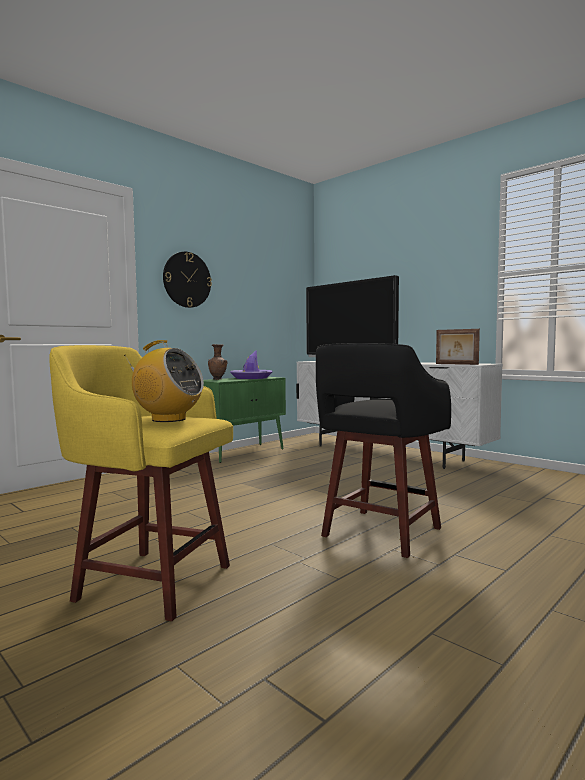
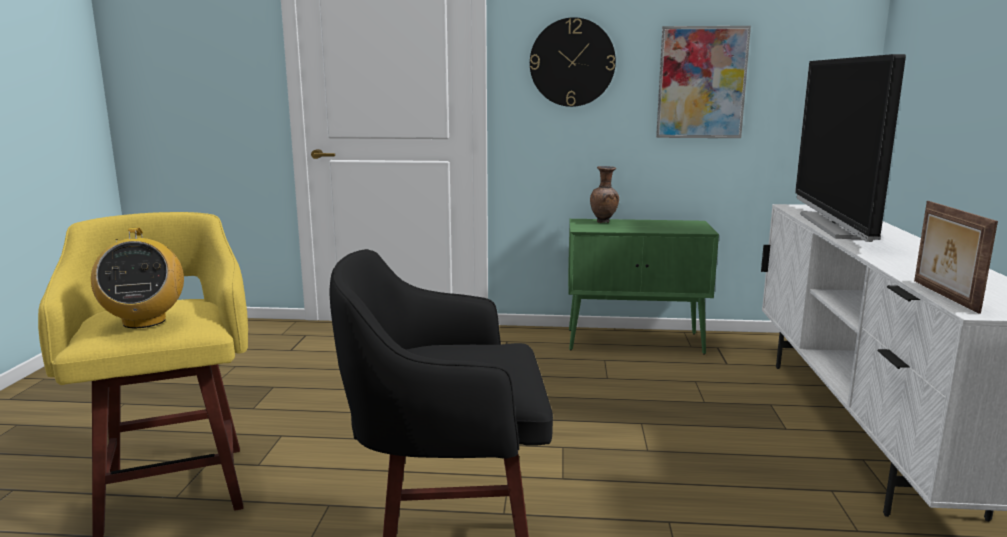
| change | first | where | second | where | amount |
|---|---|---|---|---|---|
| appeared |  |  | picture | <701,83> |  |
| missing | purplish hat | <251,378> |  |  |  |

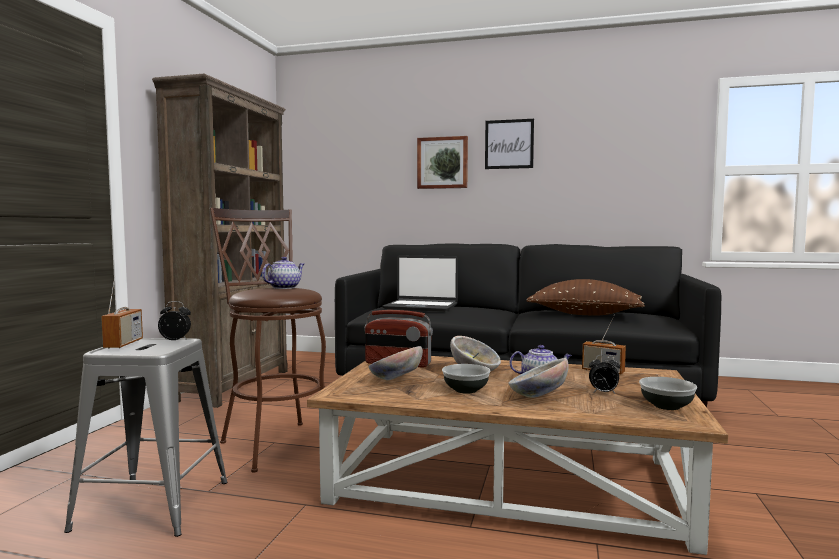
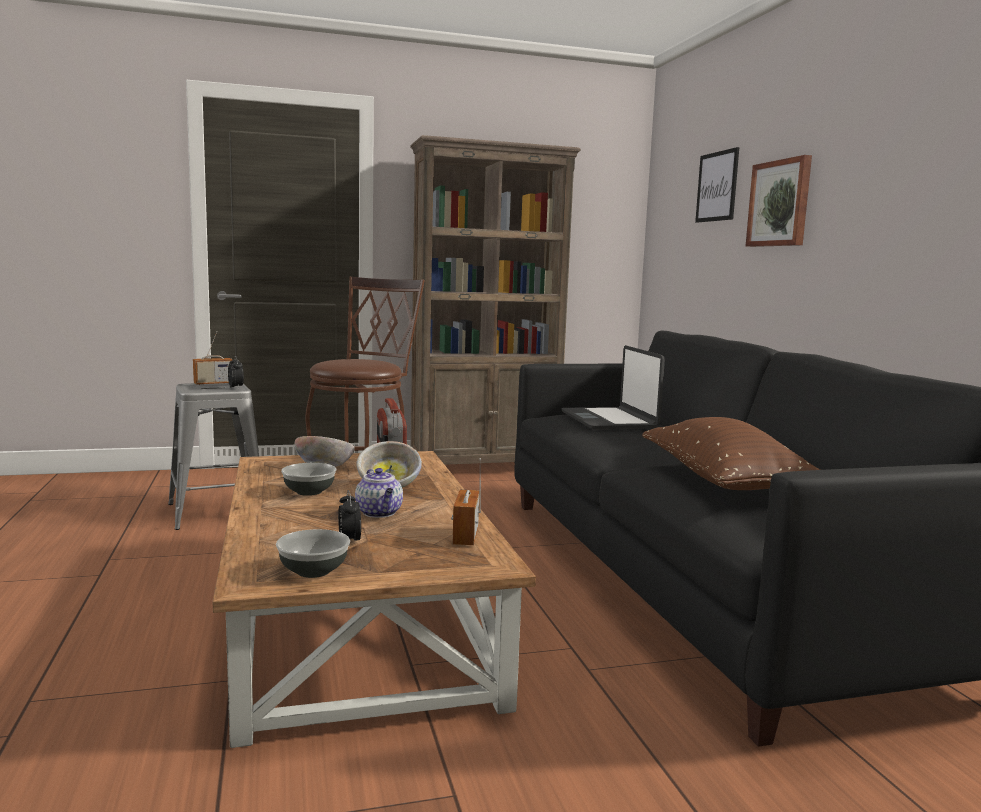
| change | first | where | second | where | amount |
|---|---|---|---|---|---|
| relocated | picture | <509,144> |  | <717,186> |  |
| missing | teapot | <284,287> |  |  |  |
| missing | bowl | <537,397> |  |  |  |

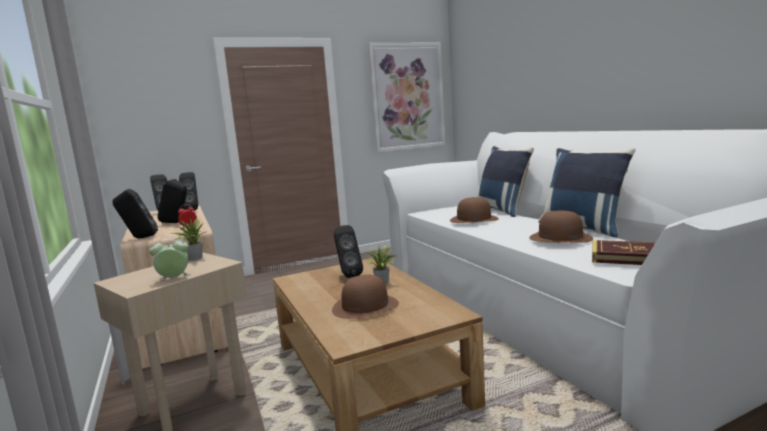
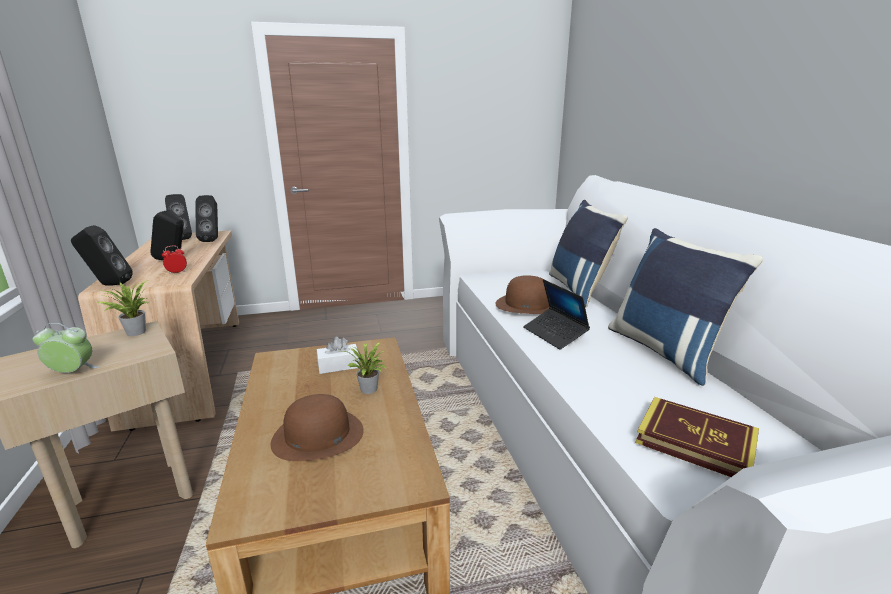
| change | first | where | second | where | amount |
|---|---|---|---|---|---|
| exchanged | black-coloured audio speaker | <347,275> | white-coloured tissue holder | <338,366> |  |
| appeared |  |  | notebook computer | <554,334> |  |
| missing | picture | <407,97> |  |  |  |
| missing | brown-coloured hat | <560,238> |  |  |  |

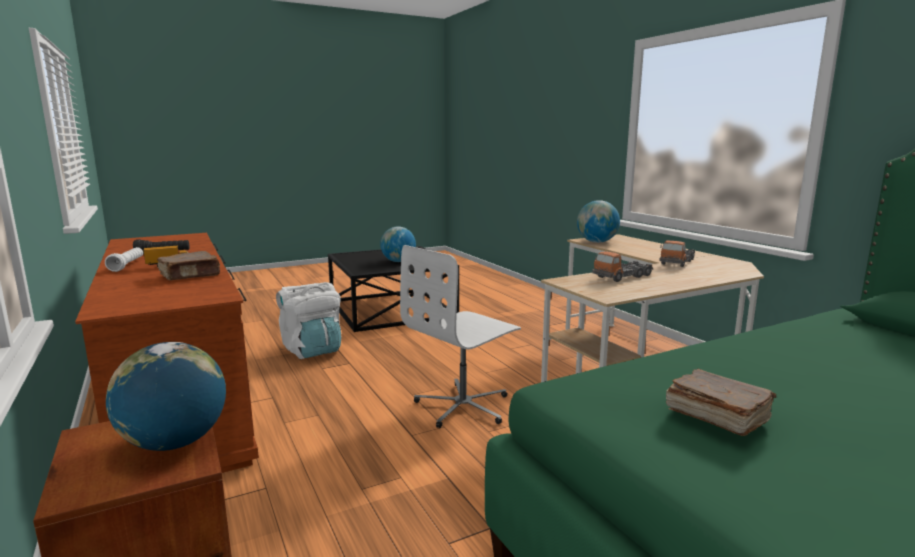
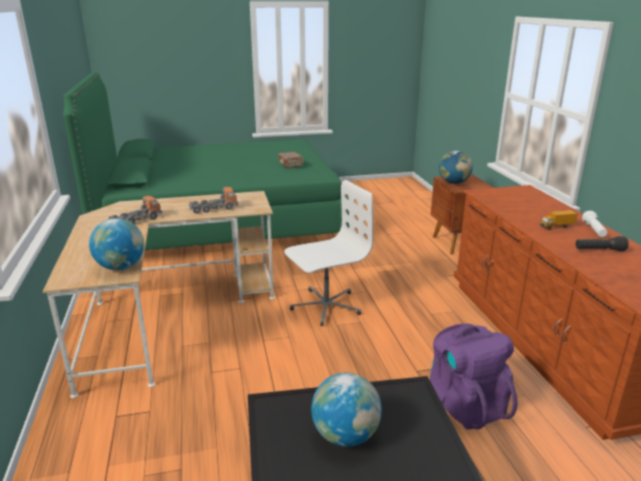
| change | first | where | second | where | amount |
|---|---|---|---|---|---|
| colour | white-coloured knapsack | <312,350> | purplish knapsack | <465,403> |  |
| missing | brown-coloured book | <191,275> |  |  |  |

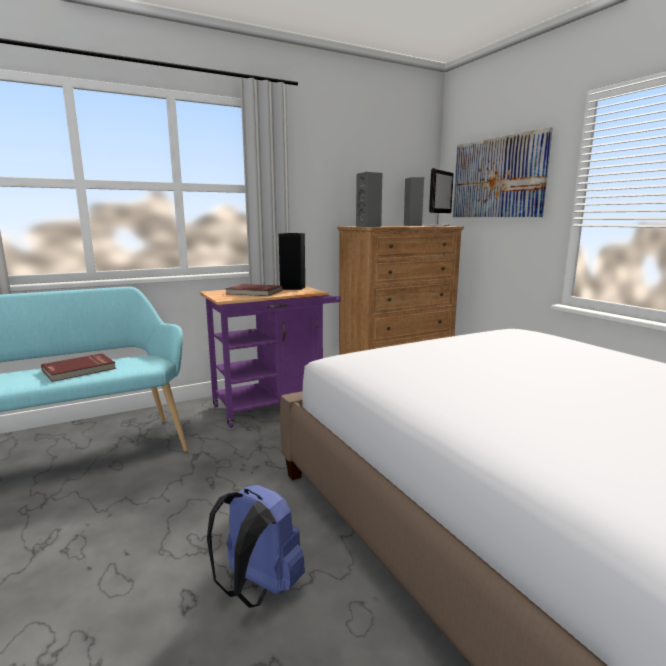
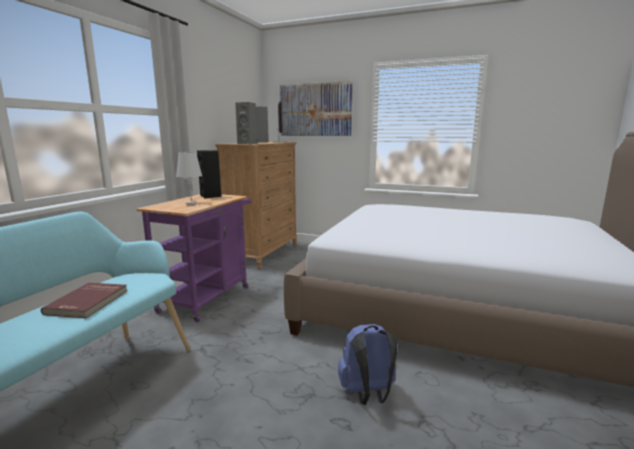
| change | first | where | second | where | amount |
|---|---|---|---|---|---|
| exchanged | red-coloured book | <254,292> | white-coloured table lamp | <191,203> |  |

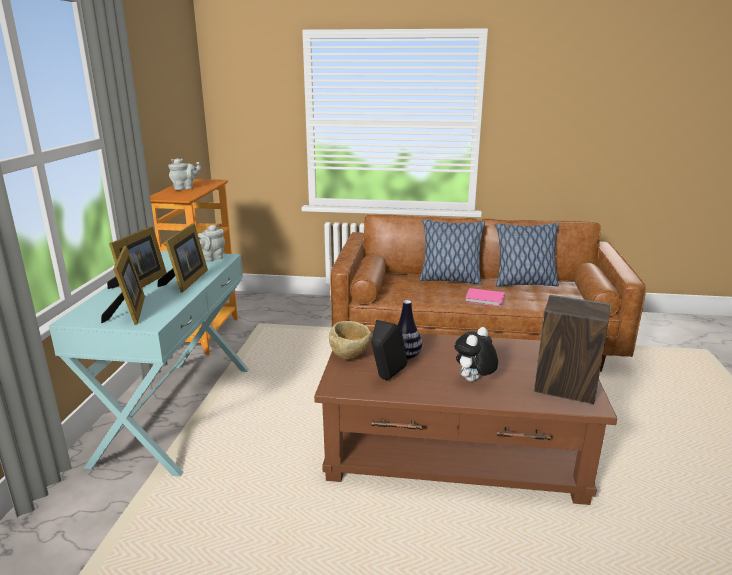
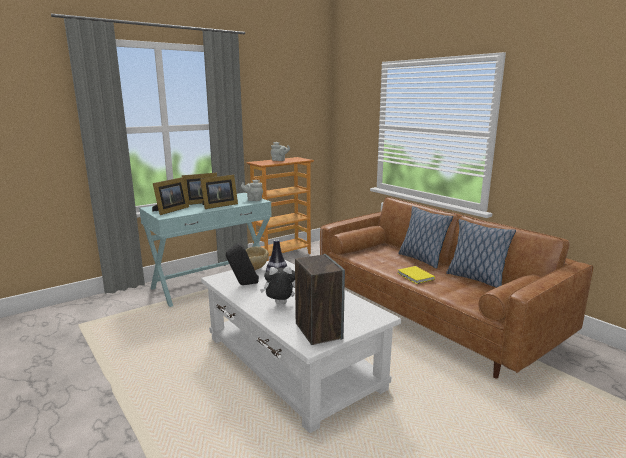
| change | first | where | second | where | amount |
|---|---|---|---|---|---|
| colour | brown-coloured lounge table | <454,452> | white-coloured lounge table | <292,363> |  |
| colour | pink-coloured book | <485,299> | yellow-coloured book | <415,276> |  |

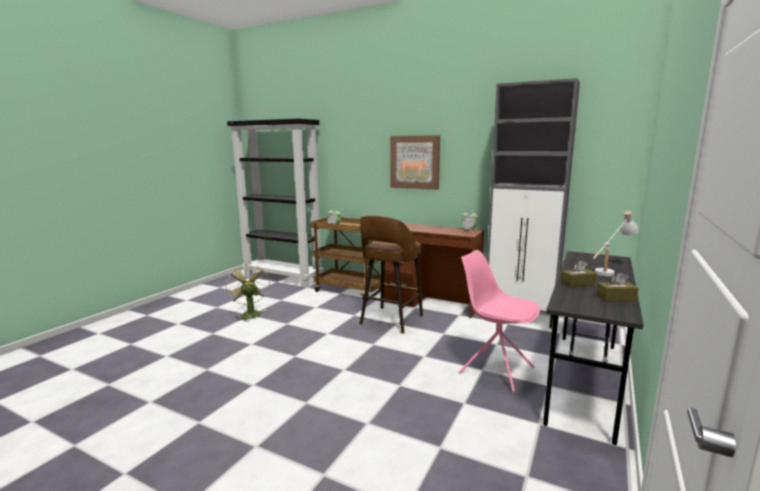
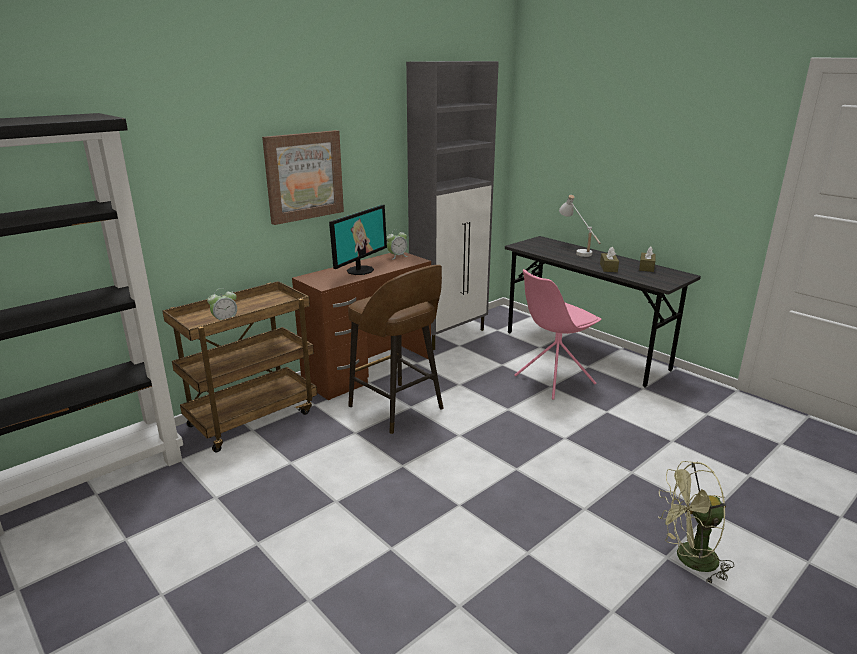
| change | first | where | second | where | amount |
|---|---|---|---|---|---|
| appeared |  |  | computer display | <360,270> |  |
| relocated | green electric fan | <249,313> |  | <688,559> |  |

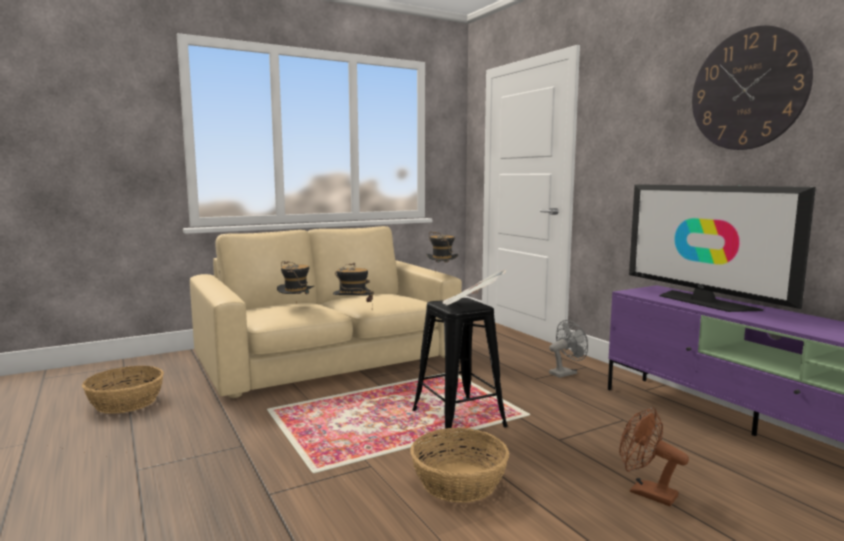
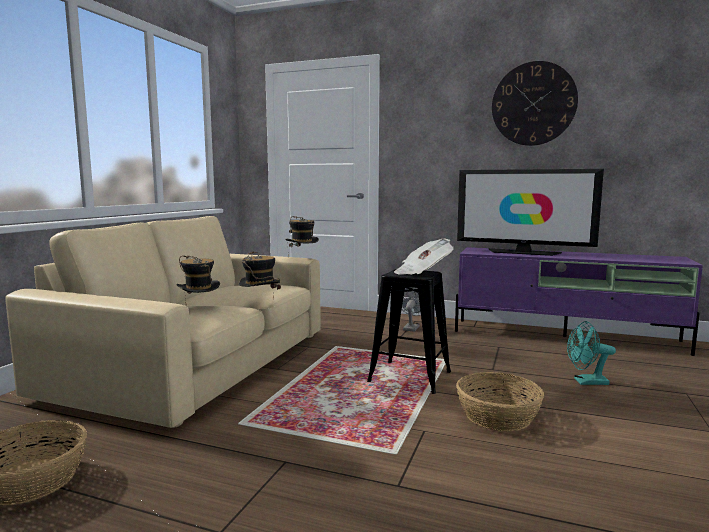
| change | first | where | second | where | amount |
|---|---|---|---|---|---|
| colour | brown-coloured electric fan | <645,492> | turquoise electric fan | <586,382> |  |

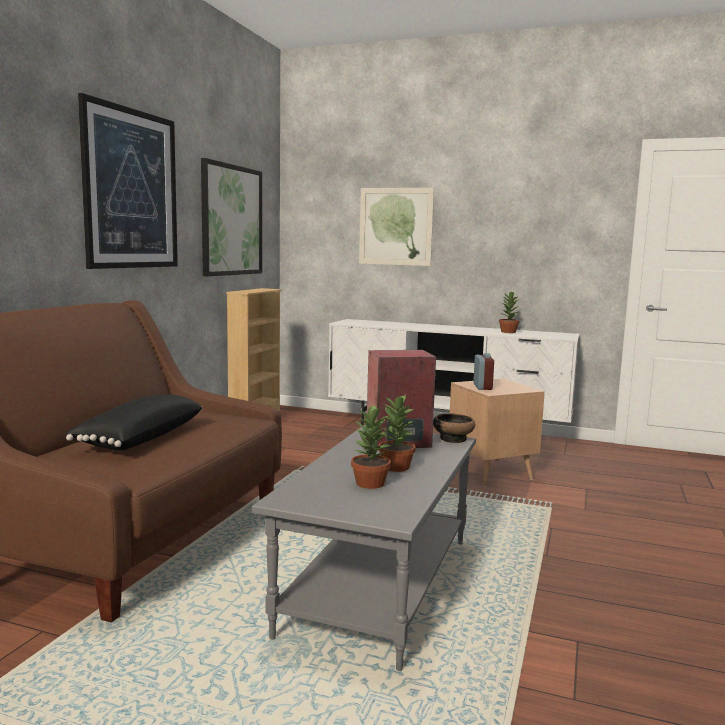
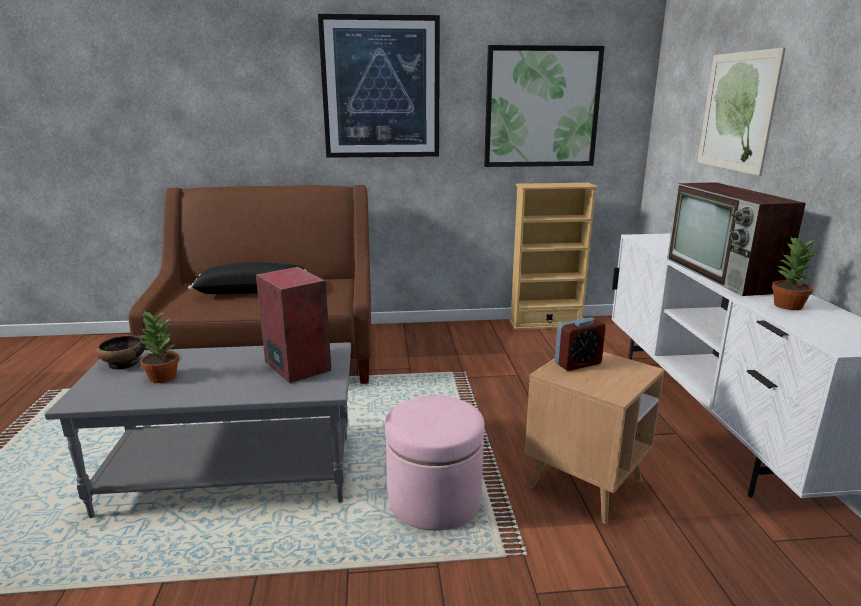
| change | first | where | second | where | amount |
|---|---|---|---|---|---|
| relocated | bowl | <453,439> |  | <124,363> |  |
| appeared |  |  | pink-coloured footrest | <434,499> |  |
| appeared |  |  | television | <723,275> |  |
| missing | potted plant | <395,467> |  |  |  |

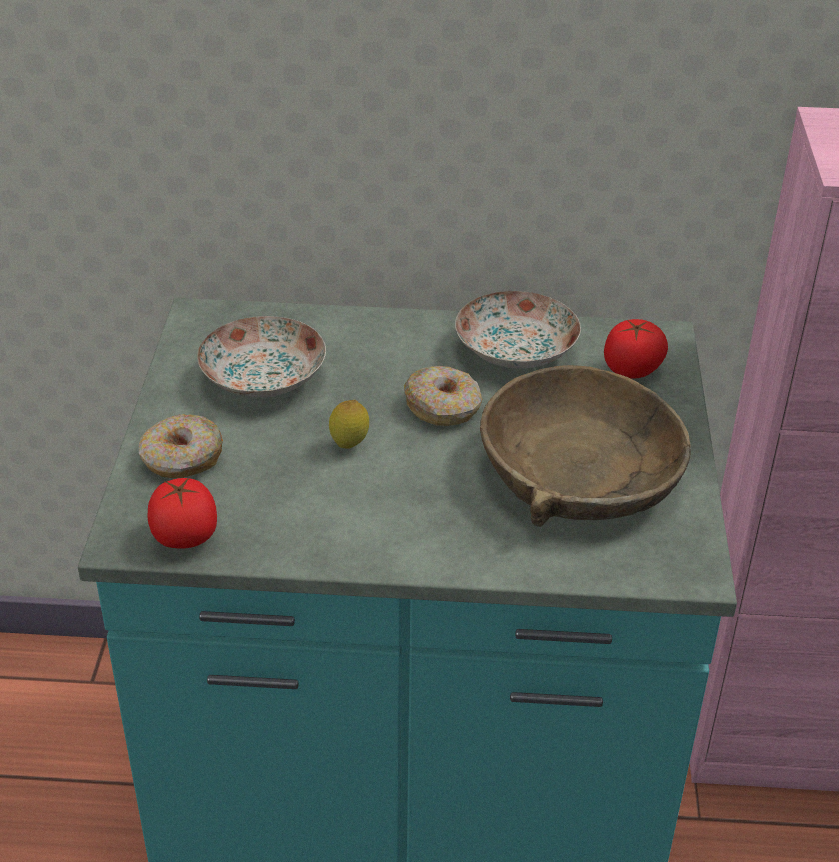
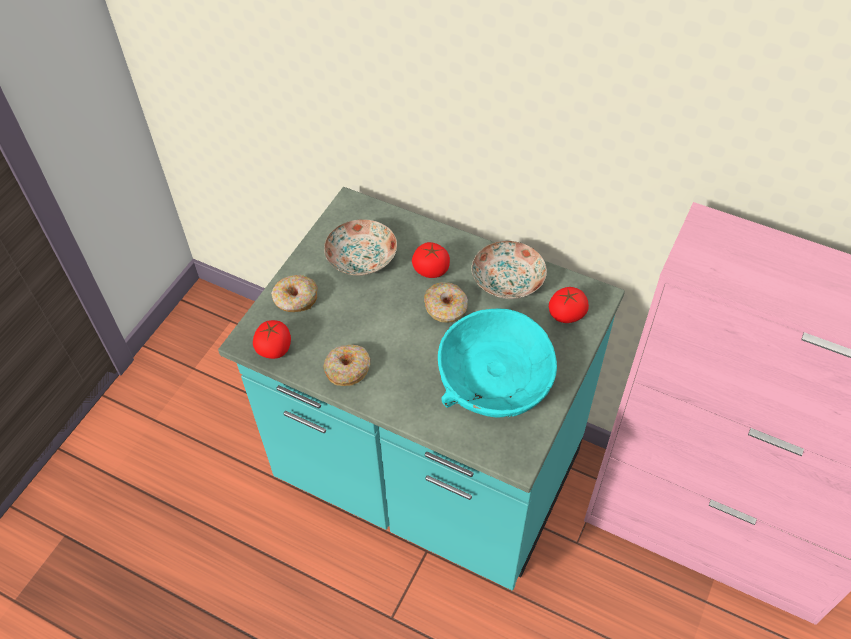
| change | first | where | second | where | amount |
|---|---|---|---|---|---|
| appeared |  |  | donut | <347,369> |  |
| appeared |  |  | whole tomato | <431,270> |  |
| colour | brown-coloured bowl | <580,473> | turquoise bowl | <495,376> |  |
| missing | lemon | <349,446> |  |  |  |

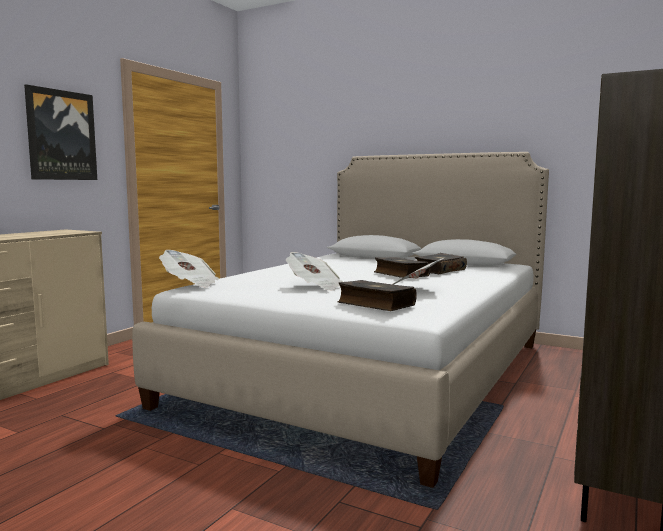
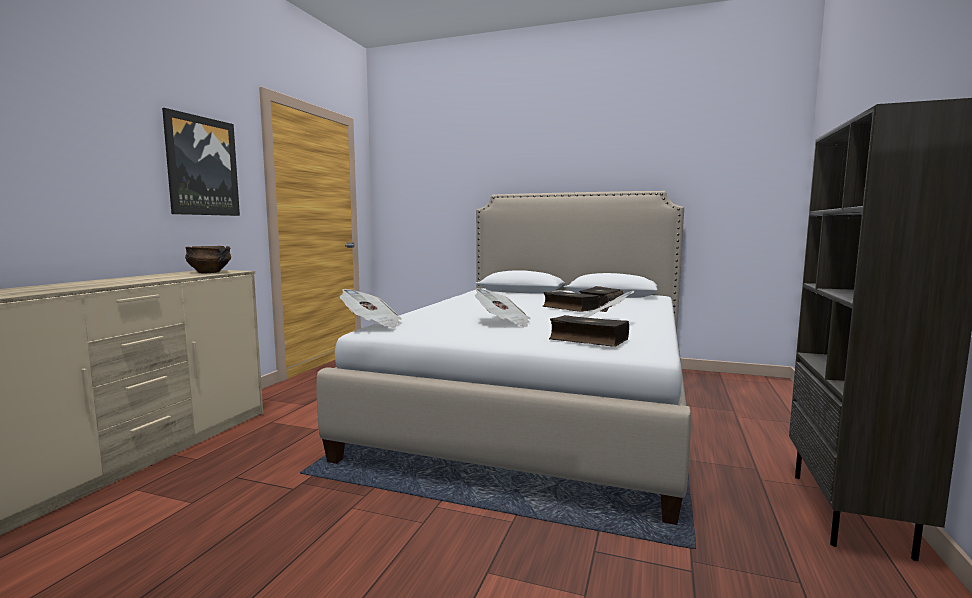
| change | first | where | second | where | amount |
|---|---|---|---|---|---|
| appeared |  |  | bowl | <209,272> |  |

